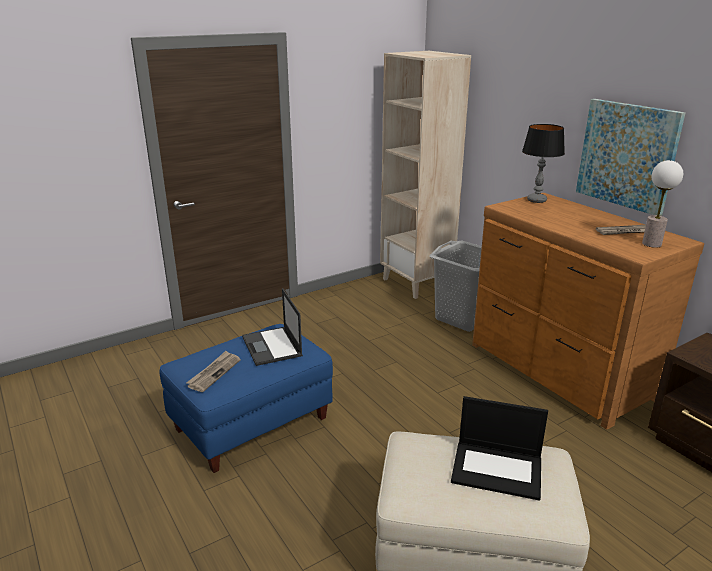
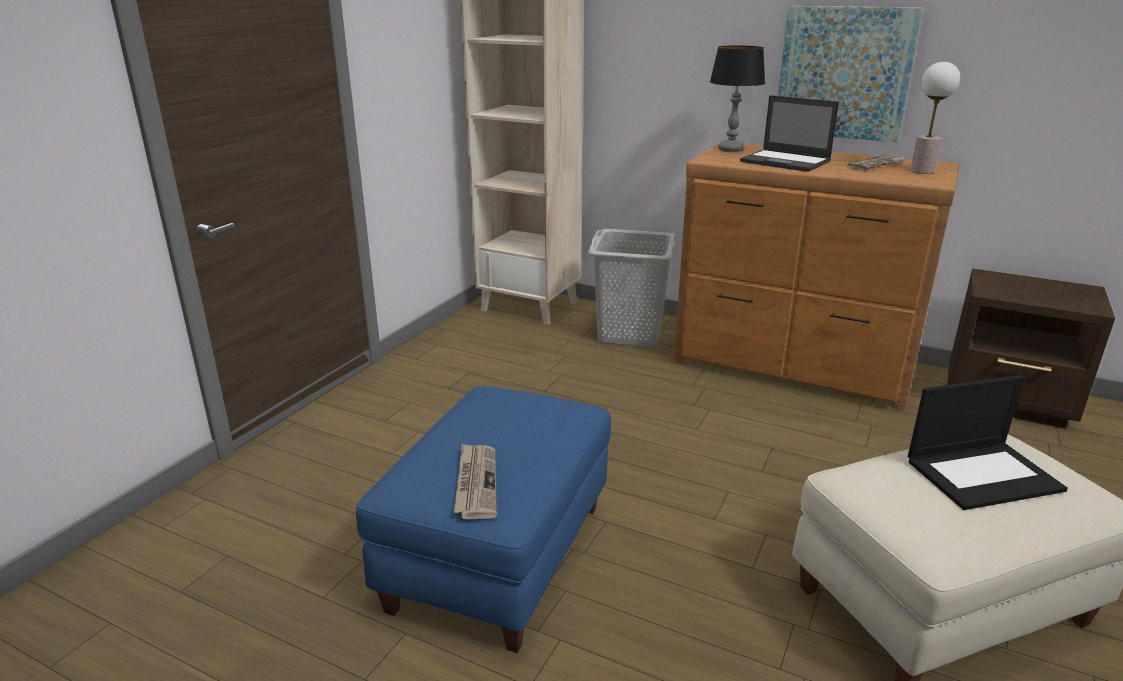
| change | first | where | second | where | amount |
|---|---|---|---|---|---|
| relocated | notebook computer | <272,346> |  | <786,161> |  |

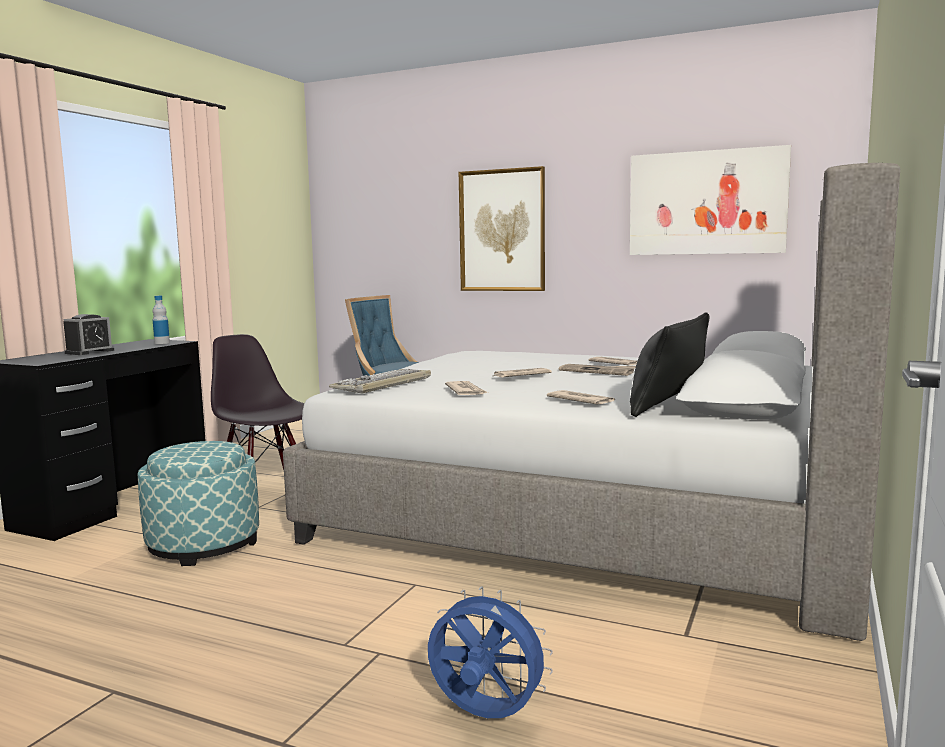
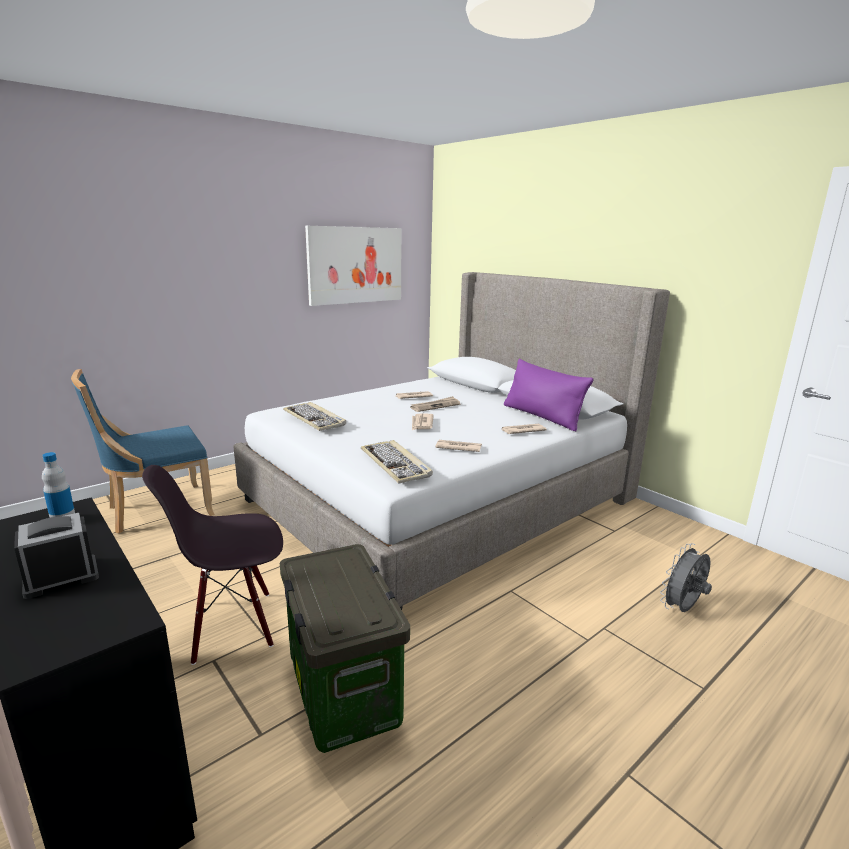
| change | first | where | second | where | amount |
|---|---|---|---|---|---|
| spun | bedside clock | <89,352> |  | <61,577> | 90 degrees counterclockwise |
| exchanged | footrest | <203,544> | storage box | <341,688> |  |
| appeared |  |  | computer keyboard | <315,419> |  |
| colour | black-coloured cushion | <669,402> | purplish cushion | <542,416> |  |
| colour | blue-coloured electric fan | <484,717> | gray electric fan | <682,609> |  |
| missing | picture | <502,230> |  |  |  |

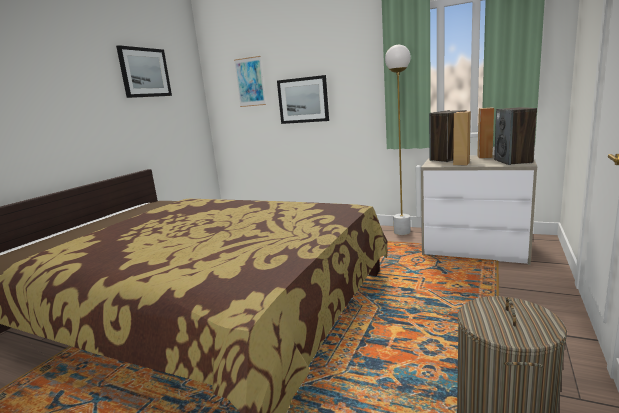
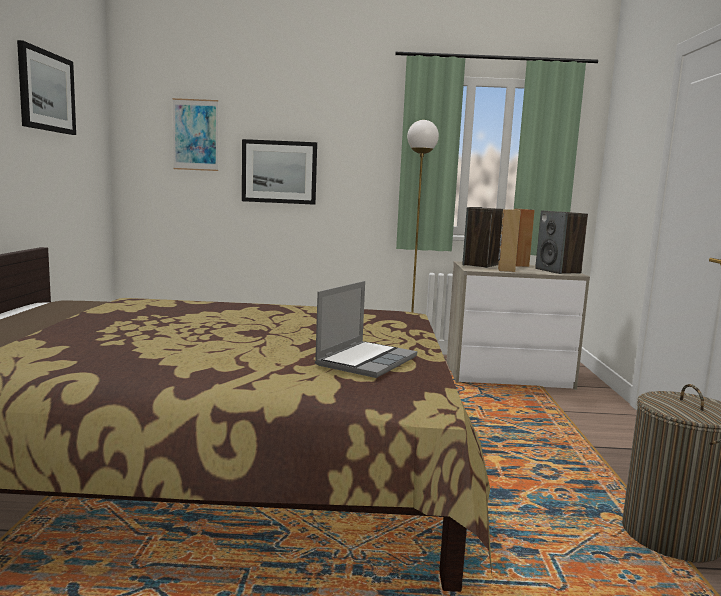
| change | first | where | second | where | amount |
|---|---|---|---|---|---|
| appeared |  |  | notebook computer | <366,360> |  |

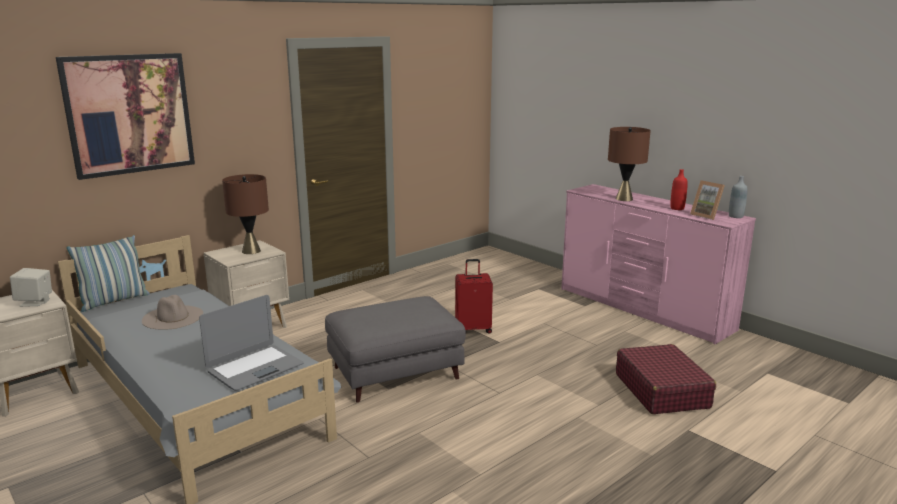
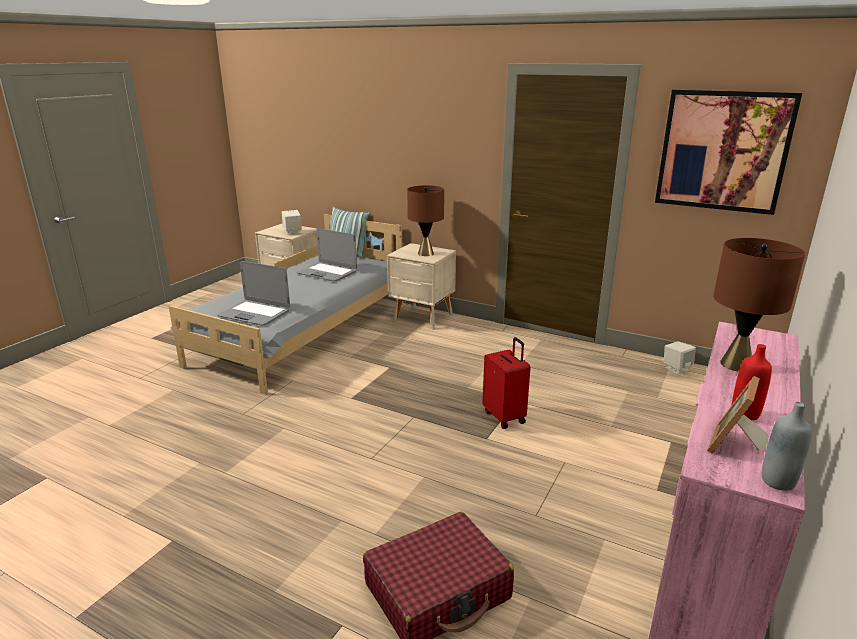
| change | first | where | second | where | amount |
|---|---|---|---|---|---|
| exchanged | beige-coloured hat | <173,317> | notebook computer | <327,272> |  |
| relocated | picture | <129,114> |  | <723,151> |  |
| appeared |  |  | beige-coloured audio speaker | <676,368> |  |
| missing | gray footrest | <395,373> |  |  |  |

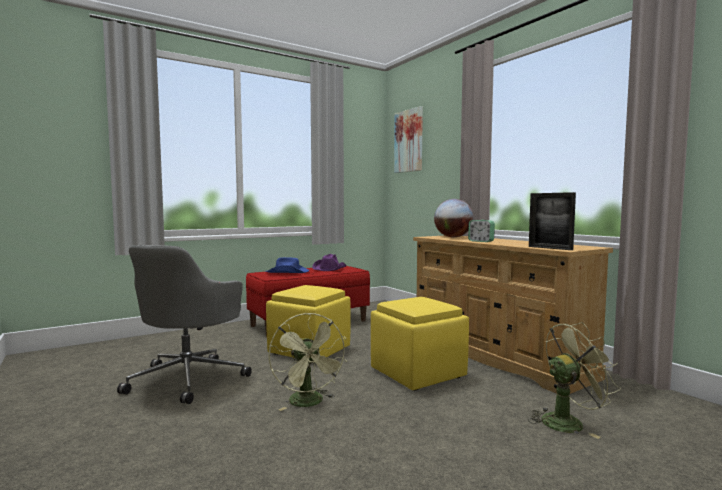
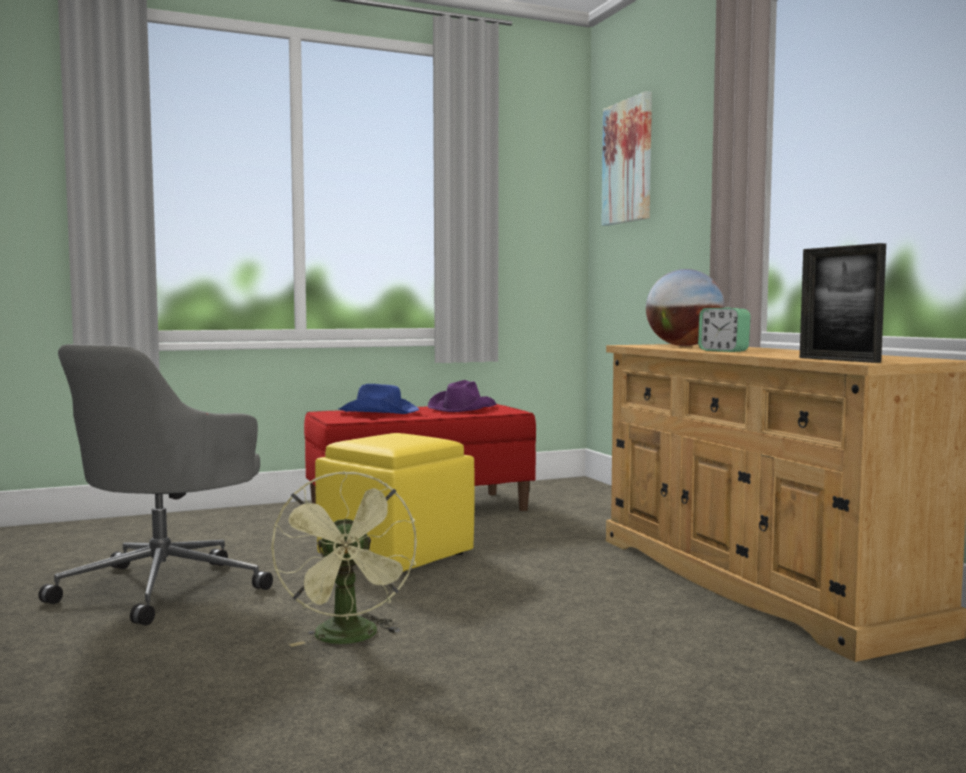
| change | first | where | second | where | amount |
|---|---|---|---|---|---|
| missing | yellow-coloured footrest | <416,373> |  |  |  |
| missing | green electric fan | <568,421> |  |  |  |

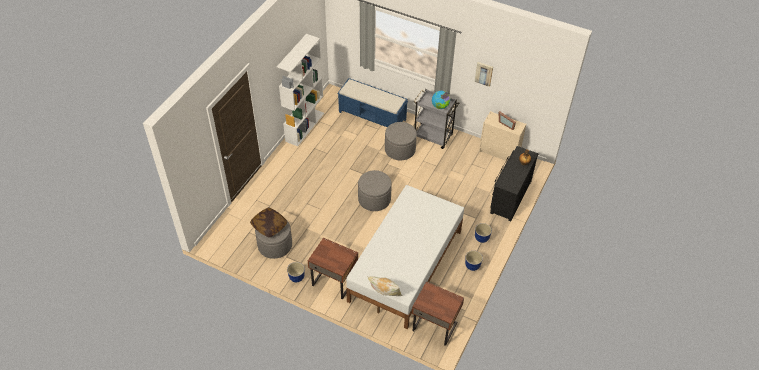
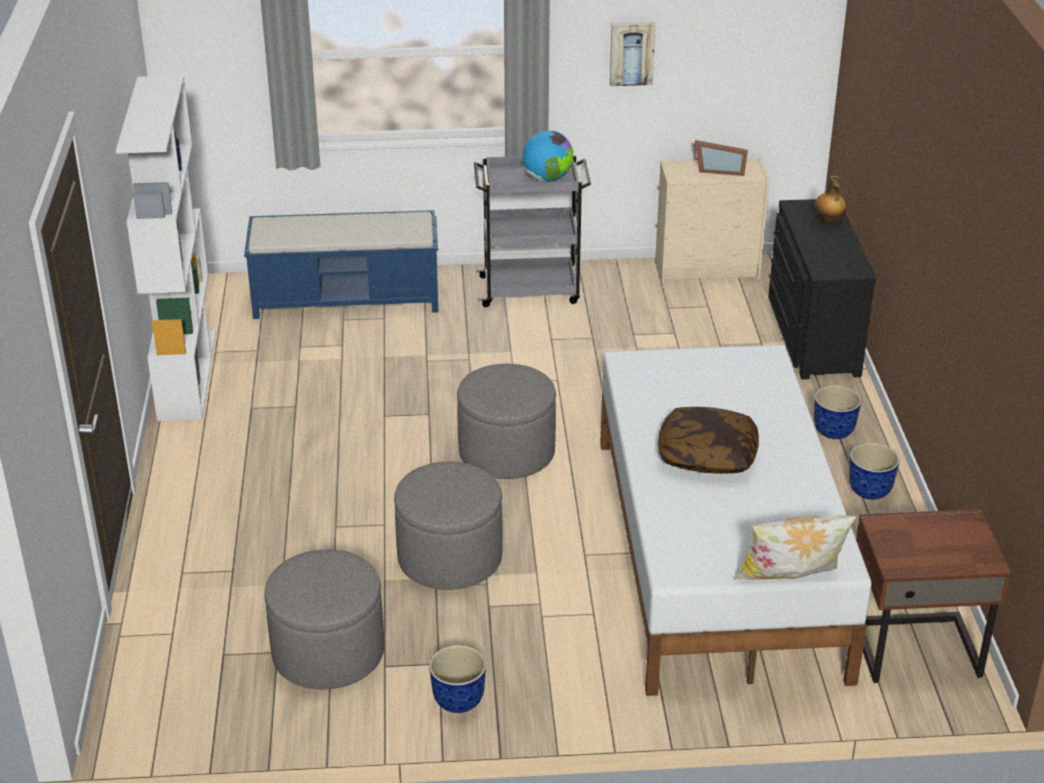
| change | first | where | second | where | amount |
|---|---|---|---|---|---|
| relocated | gray footrest | <400,149> |  | <450,558> |  |
| relocated | cushion | <269,226> |  | <707,456> |  |
| missing | brown-coloured night table | <334,281> |  |  |  |

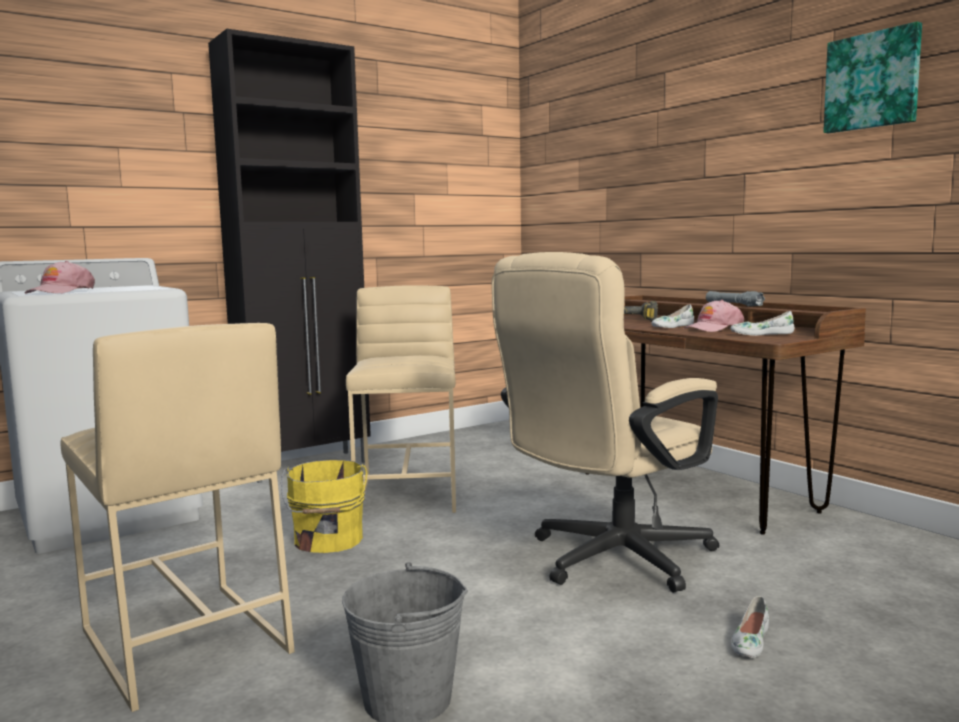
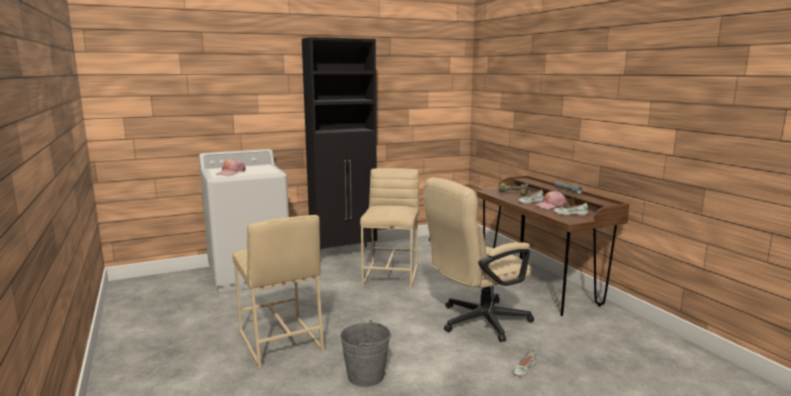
| change | first | where | second | where | amount |
|---|---|---|---|---|---|
| missing | yellow-coloured pail | <327,541> |  |  |  |
| missing | picture | <872,81> |  |  |  |

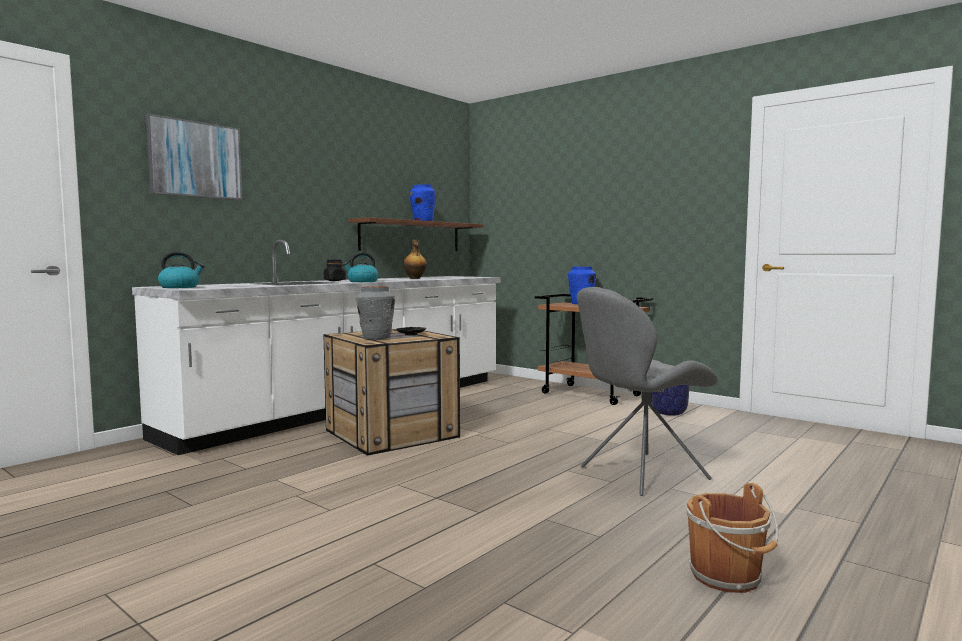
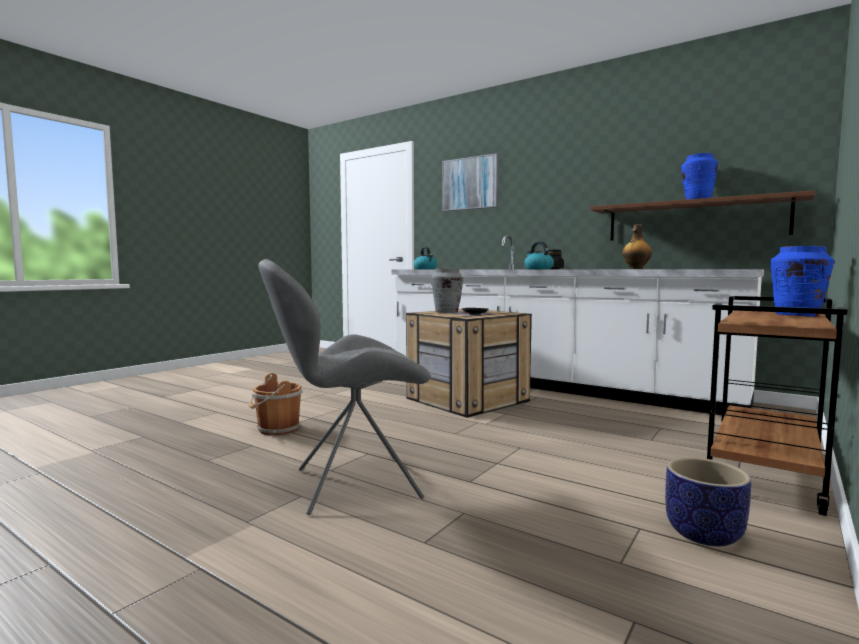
| change | first | where | second | where | amount |
|---|---|---|---|---|---|
| relocated | brown-coloured pail | <728,577> |  | <276,429> |  |
| spun | gray plain chair | <640,474> |  | <351,484> | 75 degrees counterclockwise |

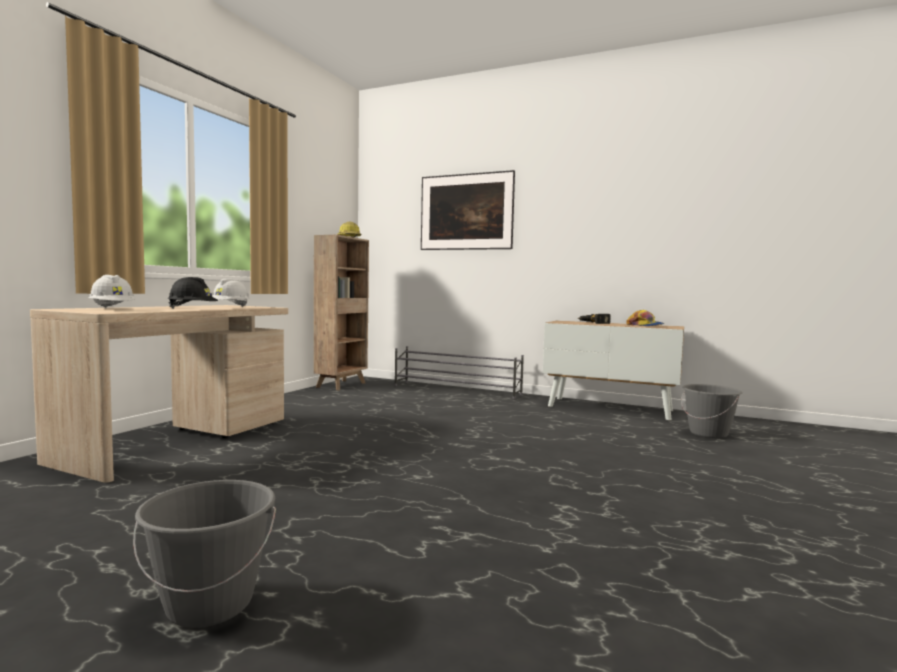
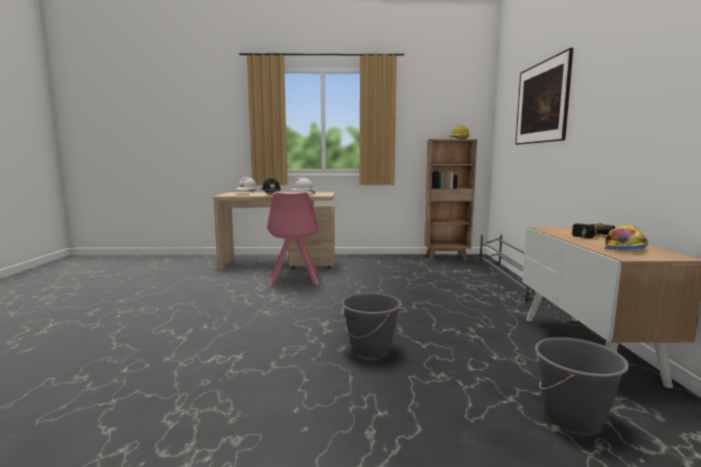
| change | first | where | second | where | amount |
|---|---|---|---|---|---|
| appeared |  |  | pink-coloured plain chair | <294,279> |  |
| relocated | gray pail | <210,604> |  | <371,349> |  |

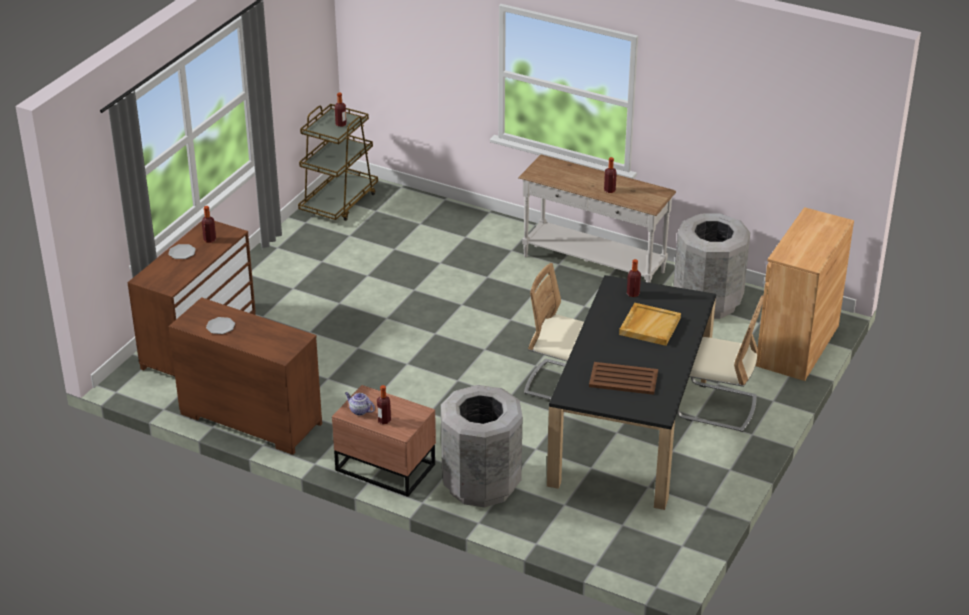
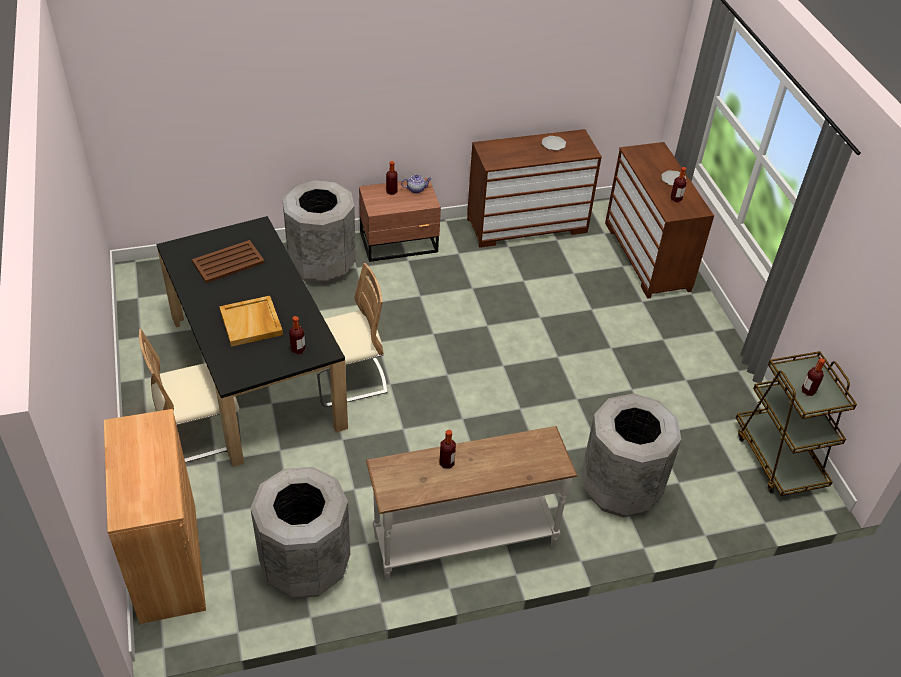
| change | first | where | second | where | amount |
|---|---|---|---|---|---|
| appeared |  |  | gray rubbish bin | <620,488> |  |

